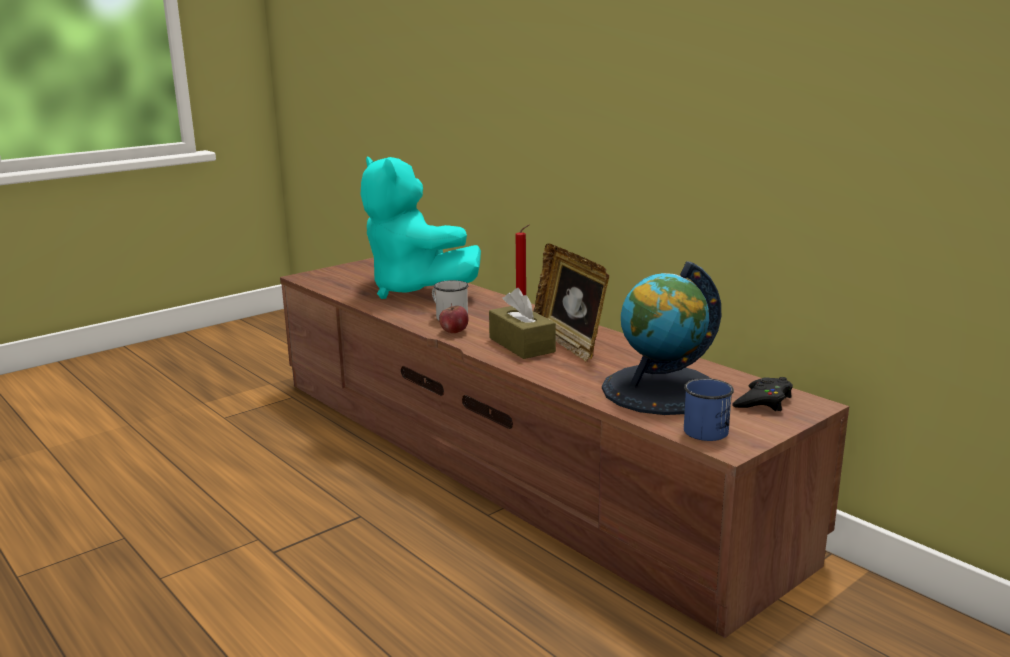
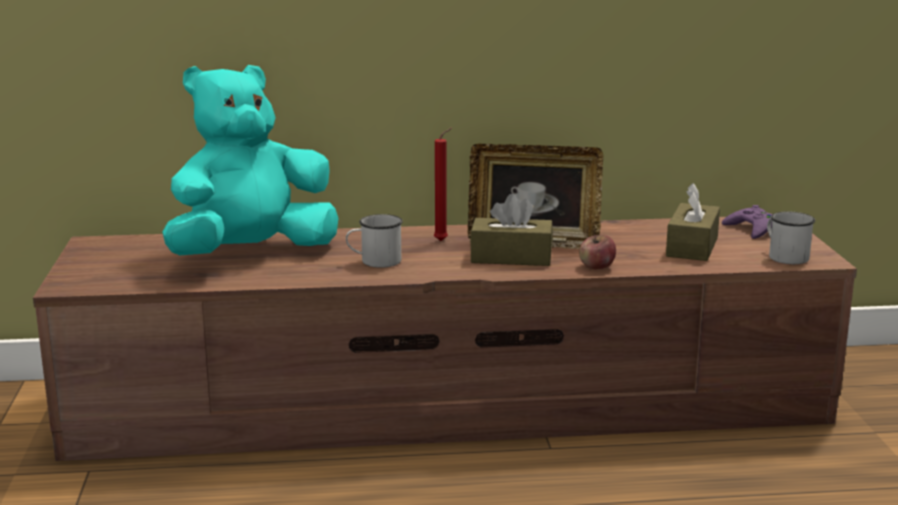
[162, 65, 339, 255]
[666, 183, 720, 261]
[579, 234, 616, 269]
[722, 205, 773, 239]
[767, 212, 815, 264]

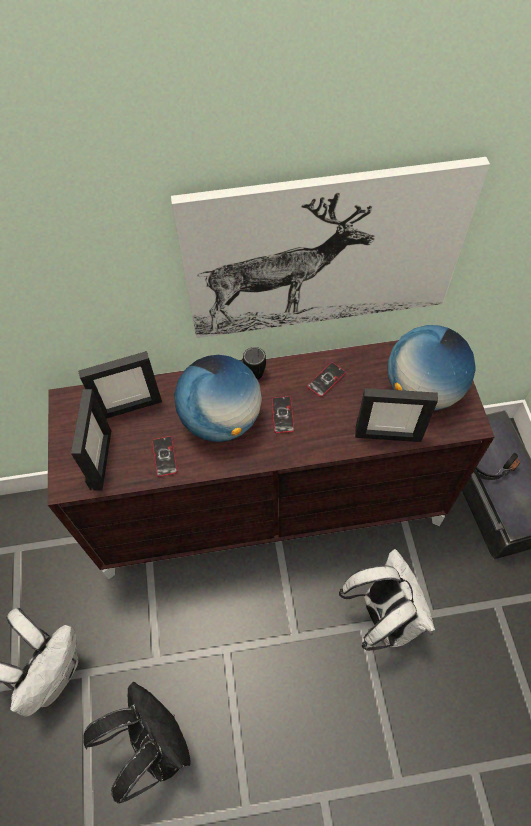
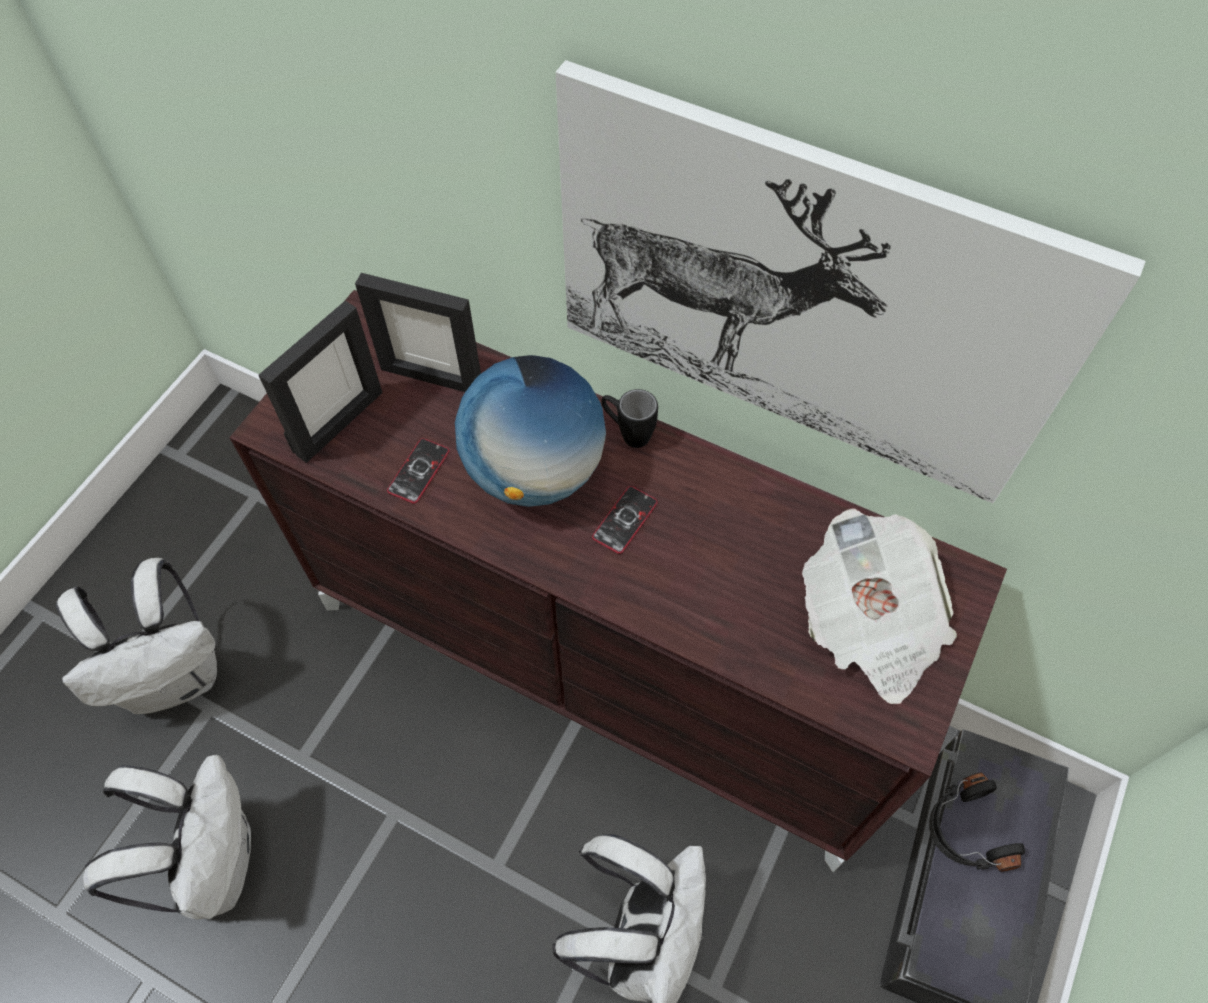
[802, 508, 957, 704]
[307, 362, 346, 397] (first image)
[355, 388, 438, 442] (first image)
[83, 754, 251, 920]

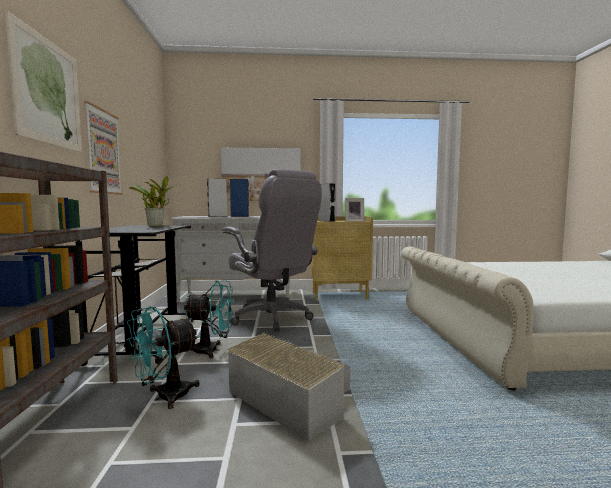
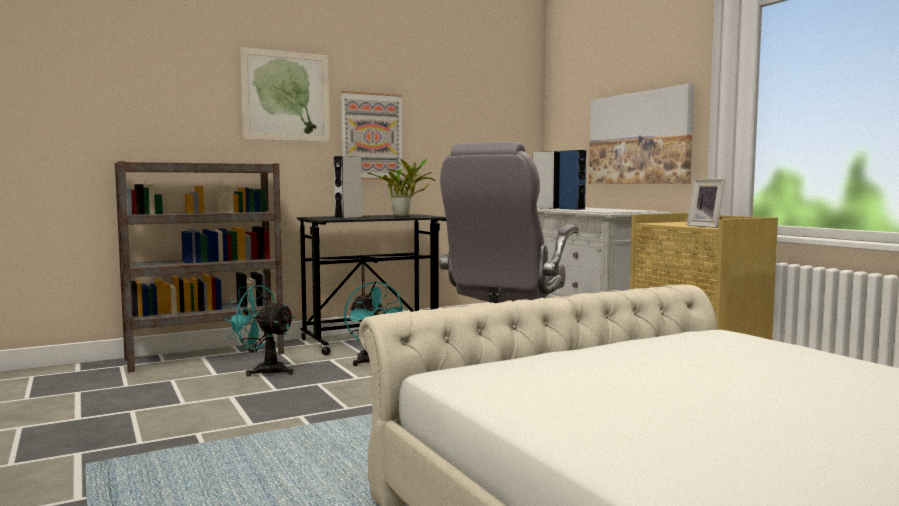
[334, 156, 362, 219]
[227, 332, 350, 441] (first image)

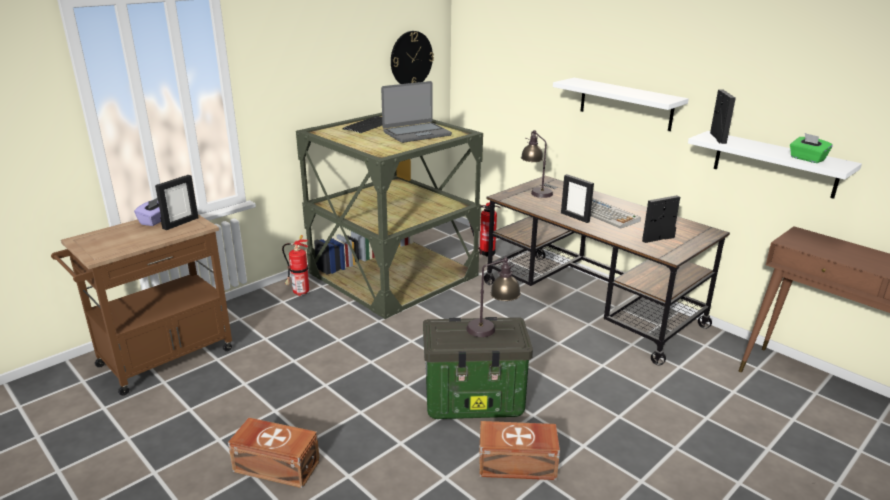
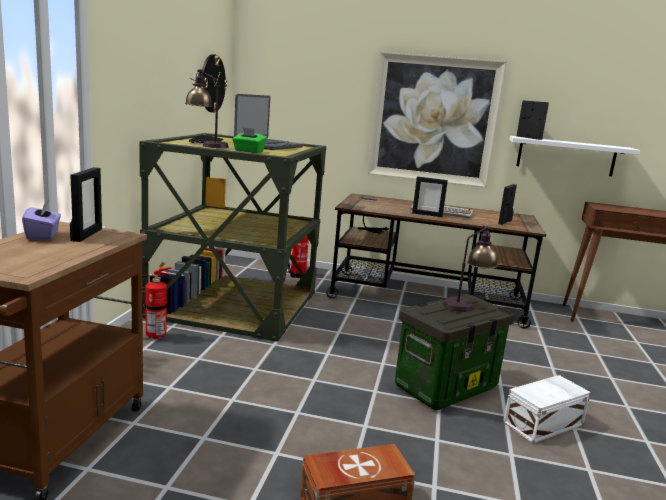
[368, 52, 507, 188]
[185, 69, 229, 148]
[232, 127, 267, 153]
[503, 375, 591, 444]

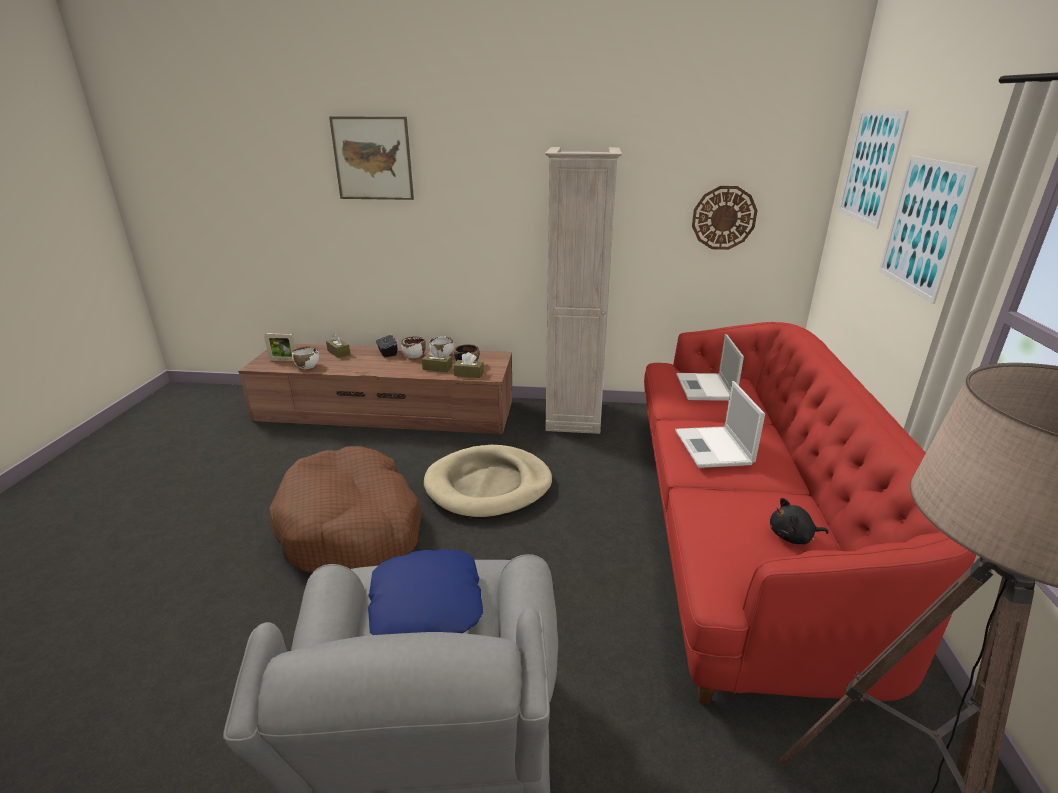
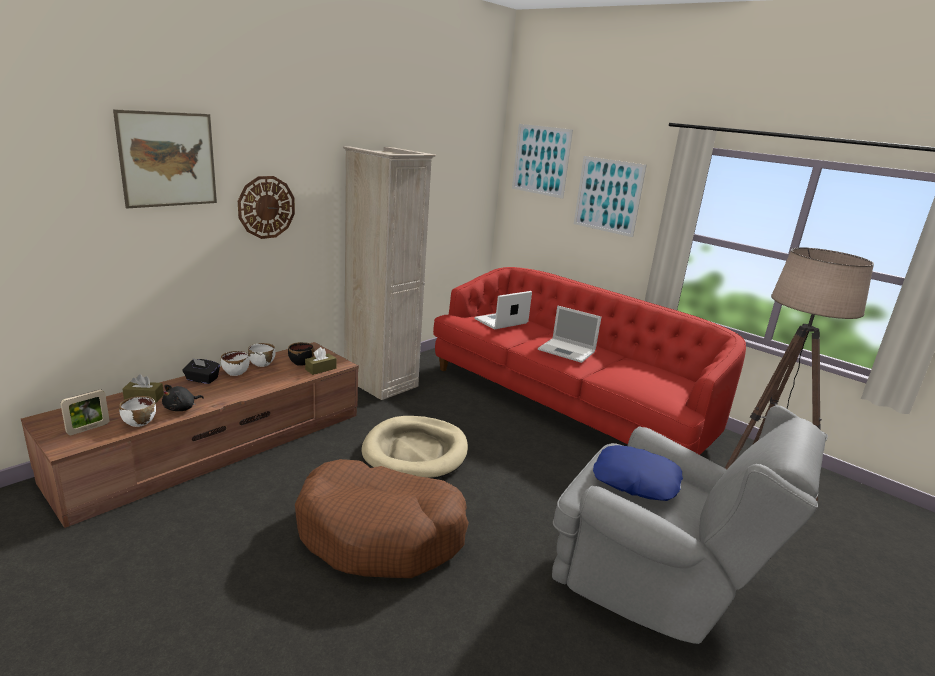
[238, 176, 295, 239]
[474, 291, 532, 330]
[422, 348, 452, 372] (first image)
[162, 385, 204, 411]

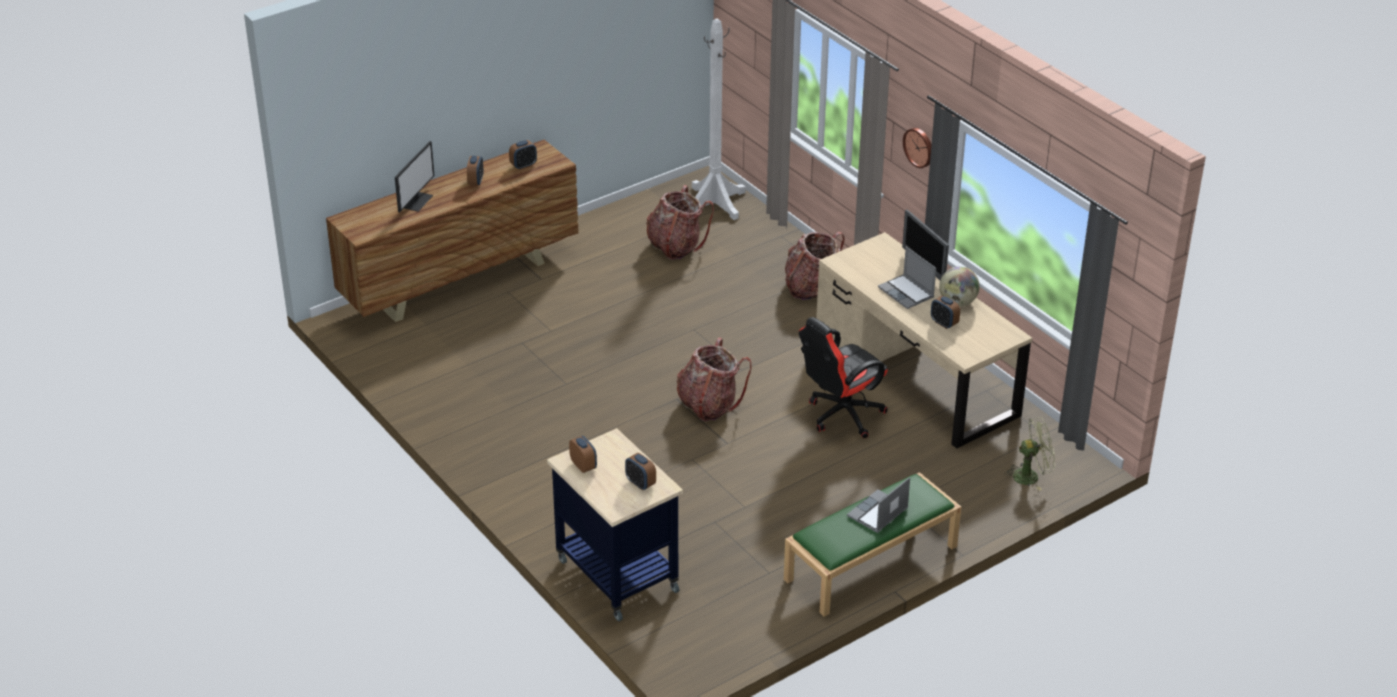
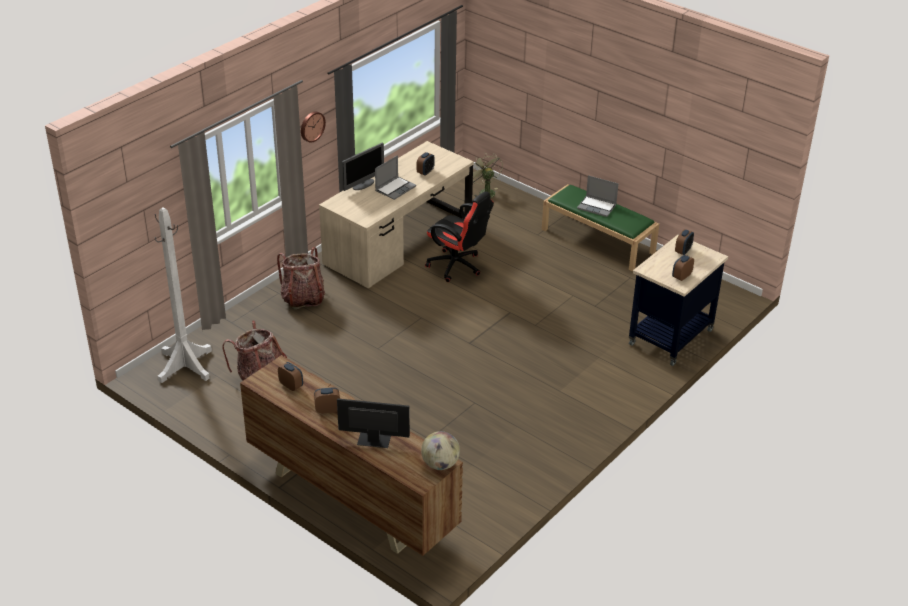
[421, 431, 460, 470]
[677, 338, 752, 422] (first image)

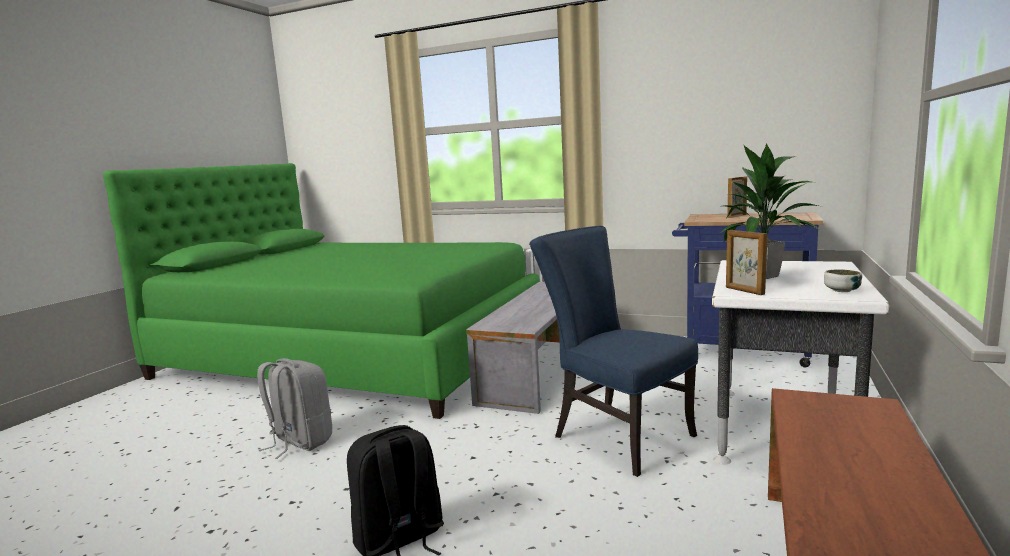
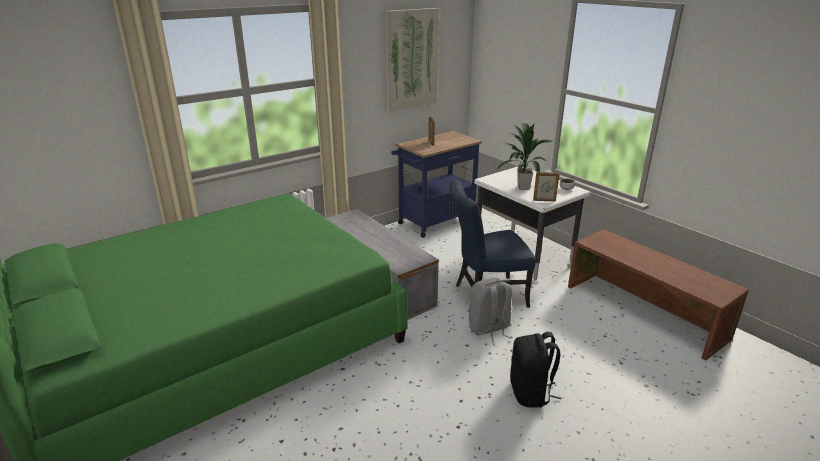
[469, 278, 512, 344]
[385, 8, 439, 112]

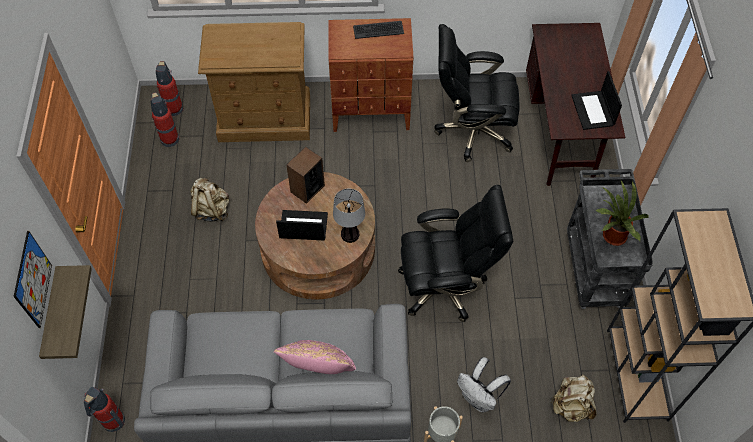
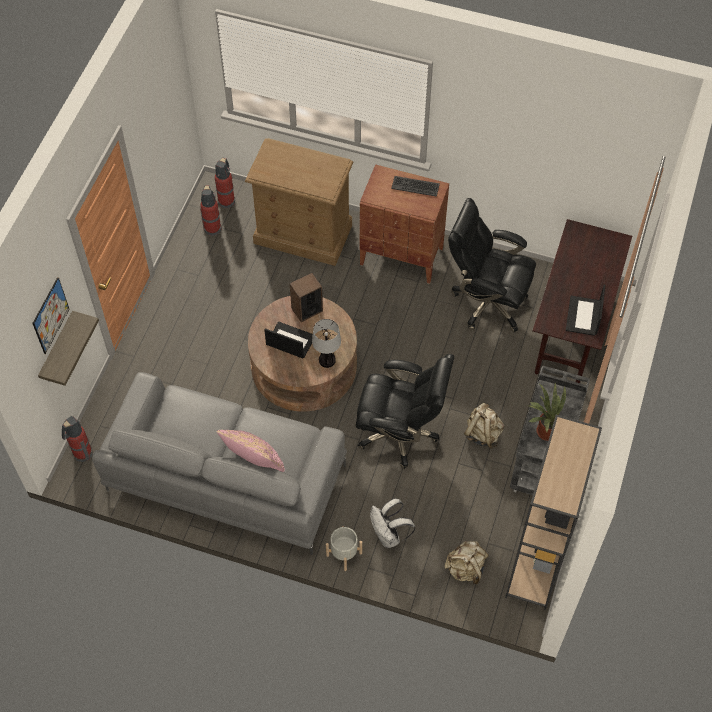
[464, 403, 504, 449]

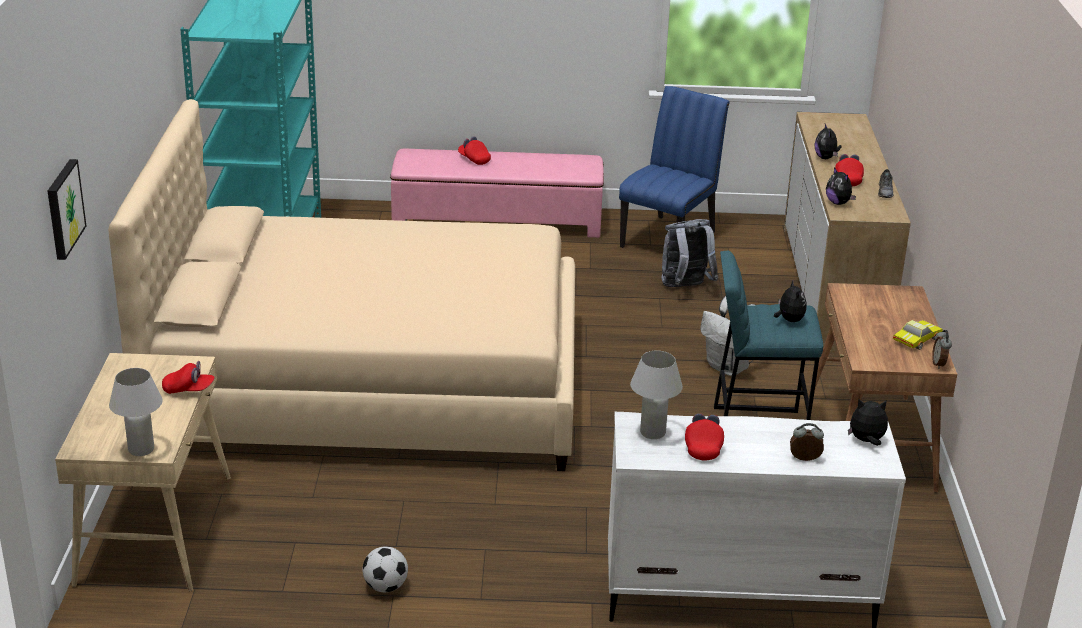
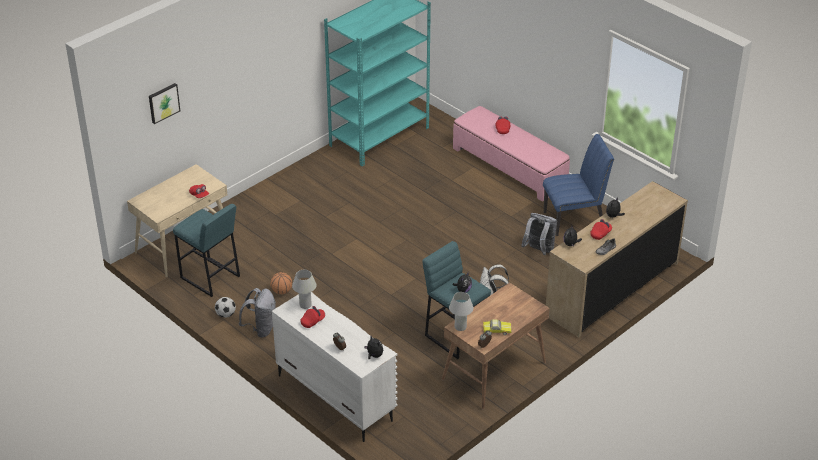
[108, 99, 575, 471] (first image)
[449, 292, 473, 331]
[173, 204, 240, 297]
[270, 272, 292, 294]
[239, 288, 276, 338]

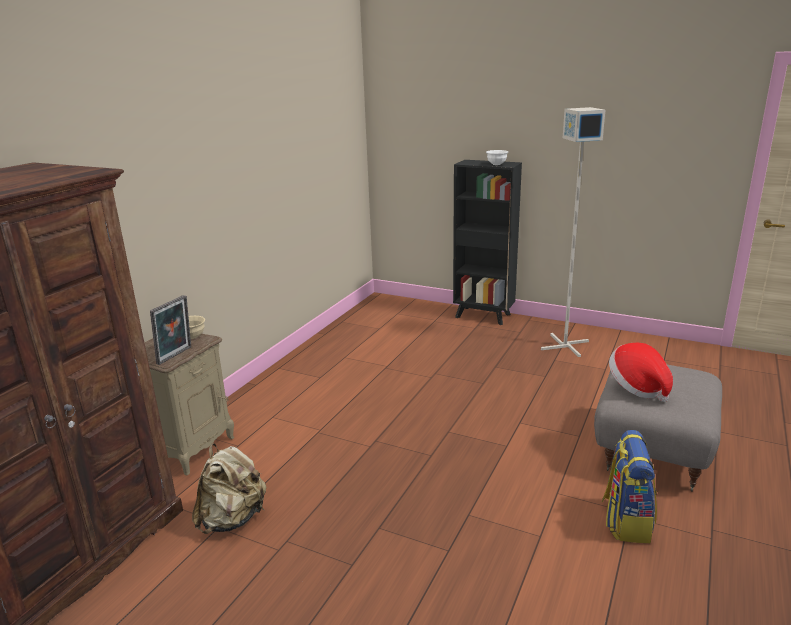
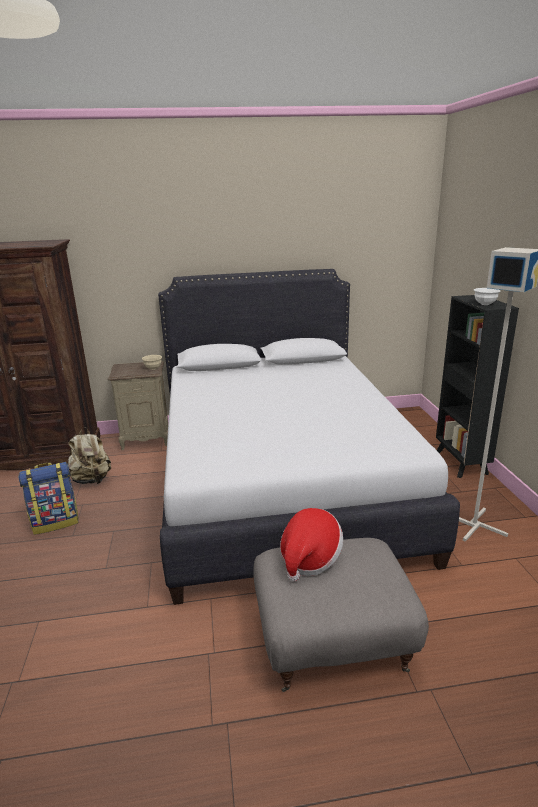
[150, 295, 191, 365] (first image)
[18, 462, 79, 535]
[158, 269, 460, 605]

